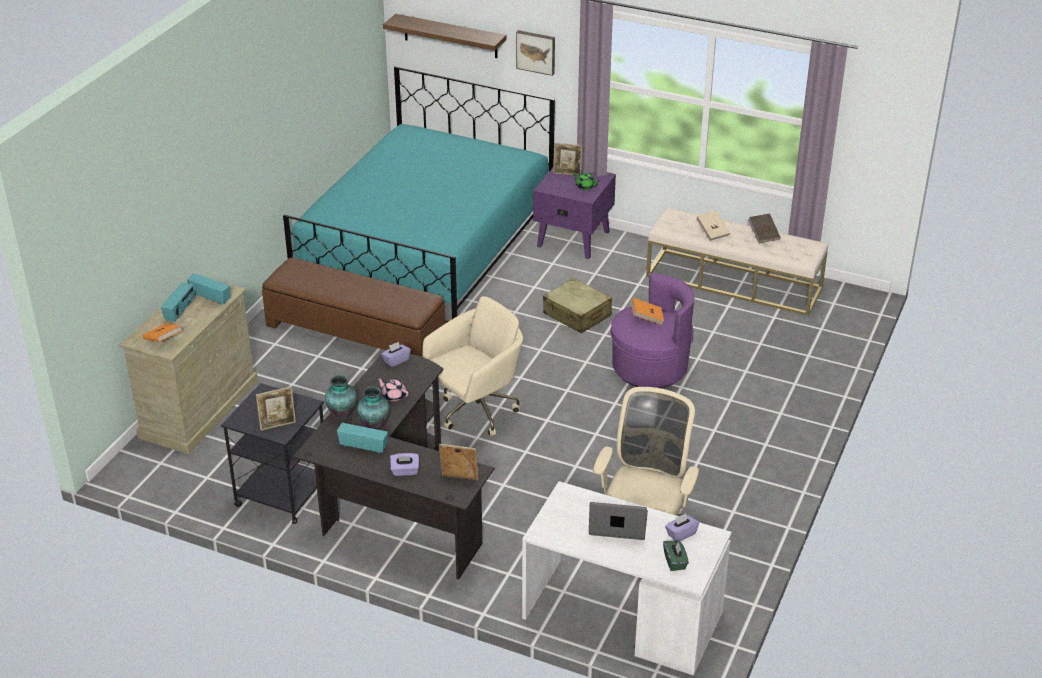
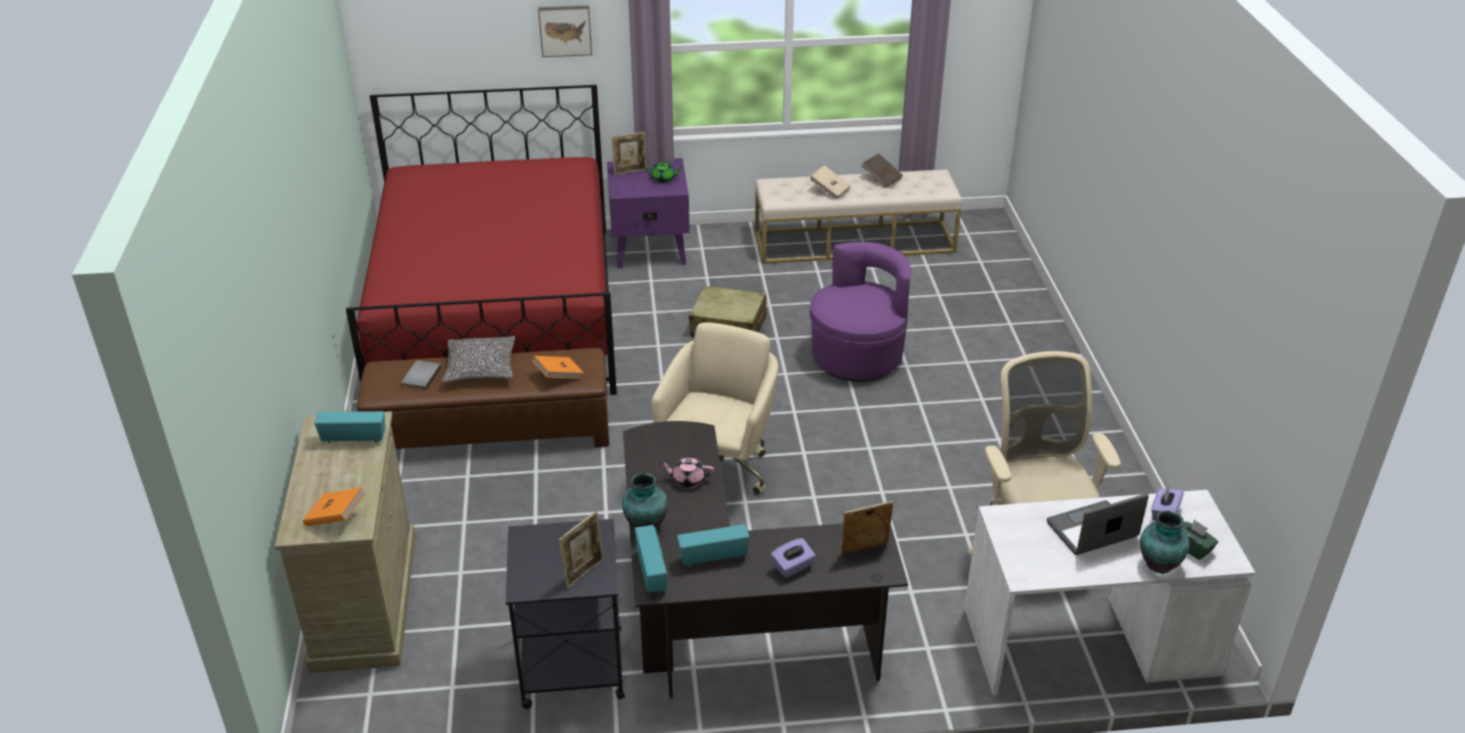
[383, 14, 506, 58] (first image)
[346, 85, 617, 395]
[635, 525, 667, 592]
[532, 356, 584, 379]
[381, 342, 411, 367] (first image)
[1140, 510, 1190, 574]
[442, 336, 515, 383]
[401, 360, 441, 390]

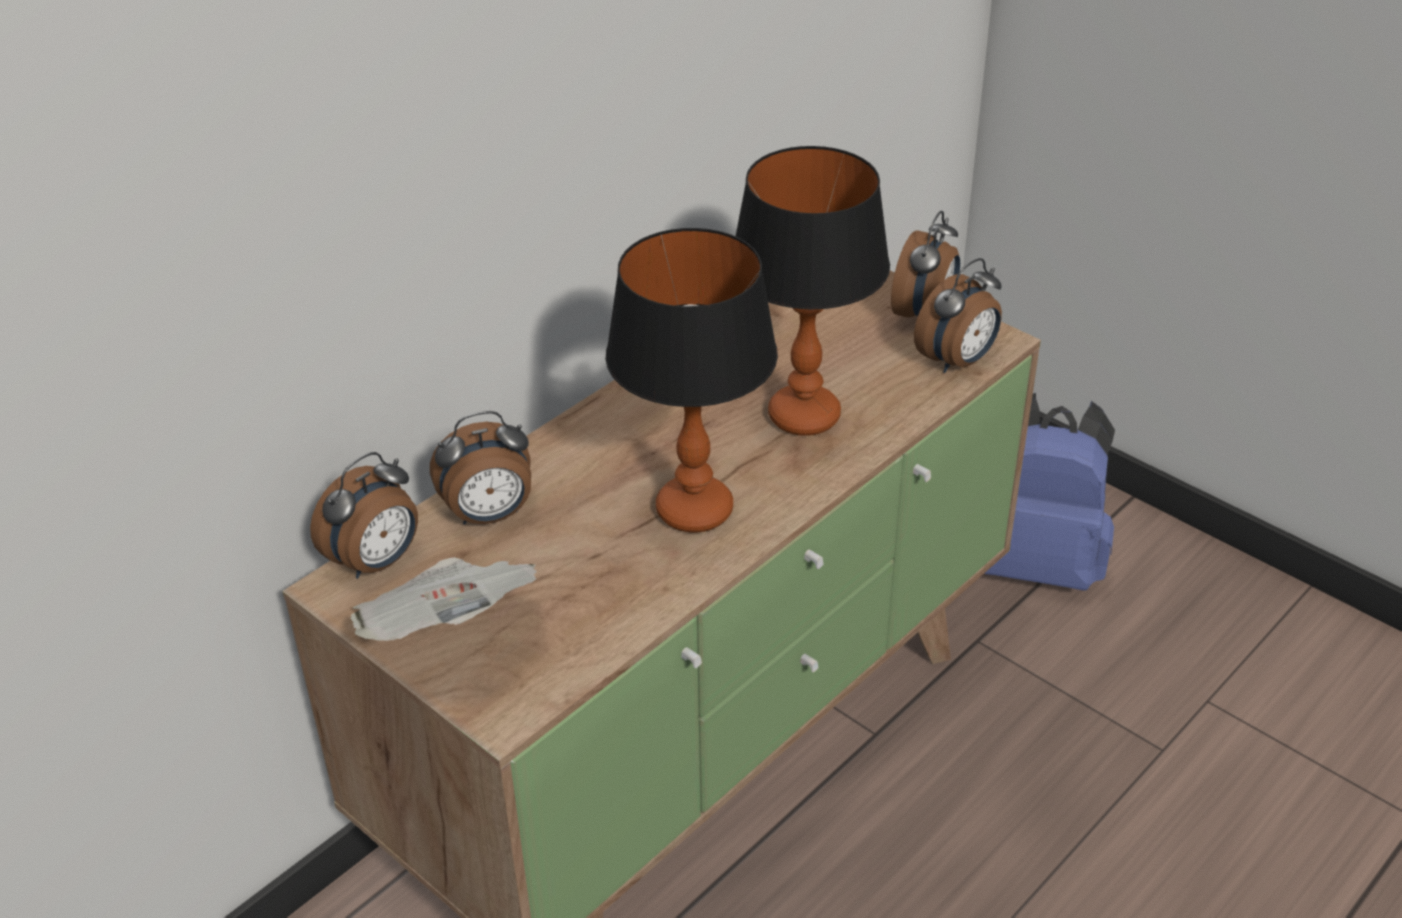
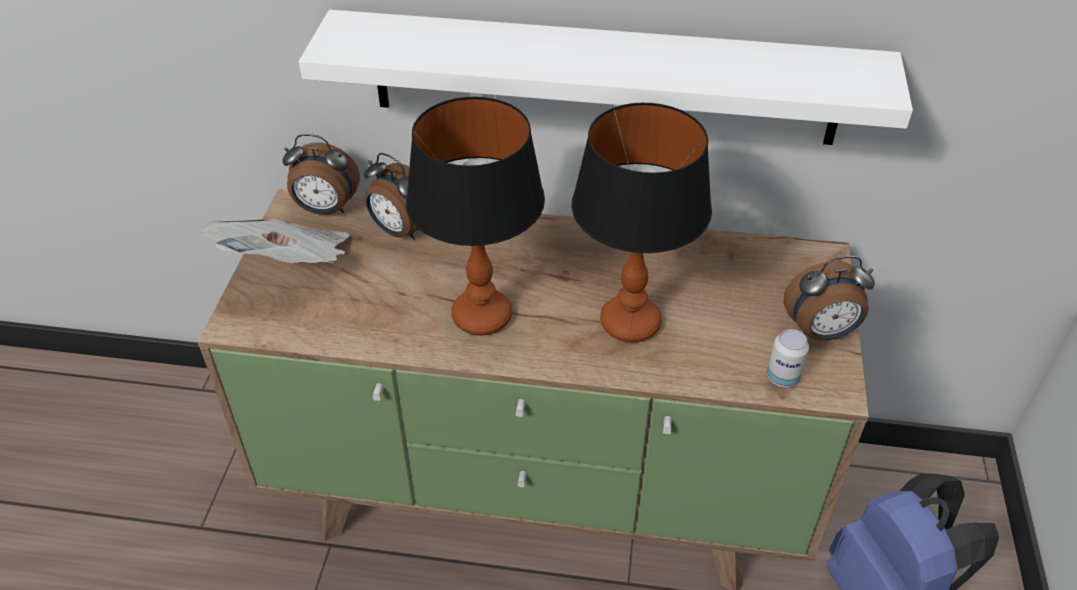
[767, 329, 809, 388]
[299, 10, 913, 145]

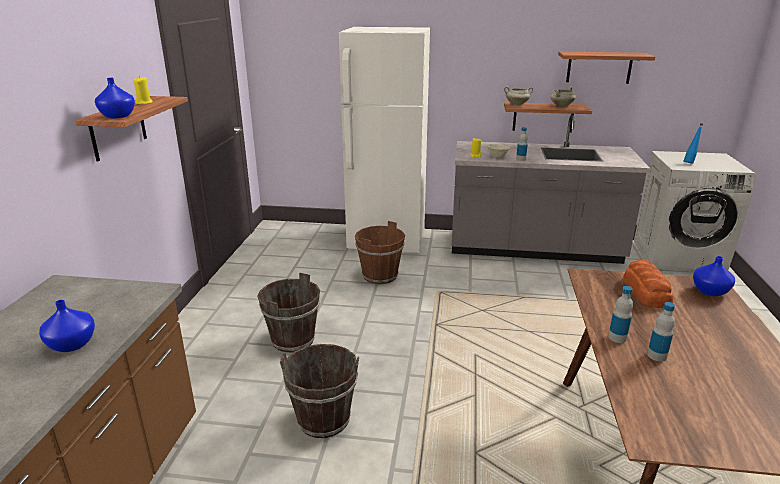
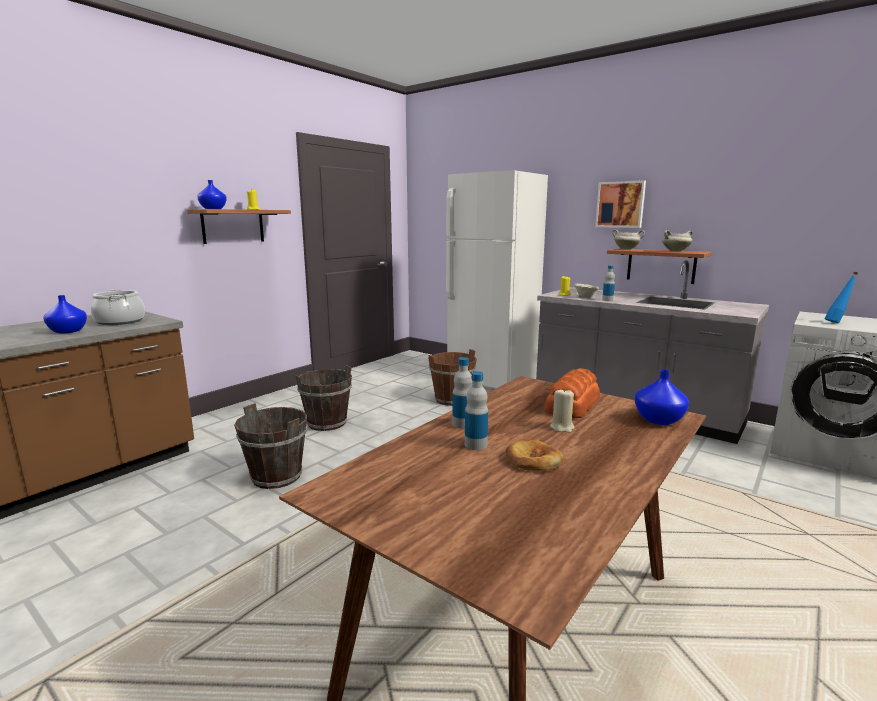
[558, 51, 655, 84] (first image)
[595, 180, 646, 228]
[90, 289, 145, 325]
[550, 388, 574, 433]
[505, 440, 564, 471]

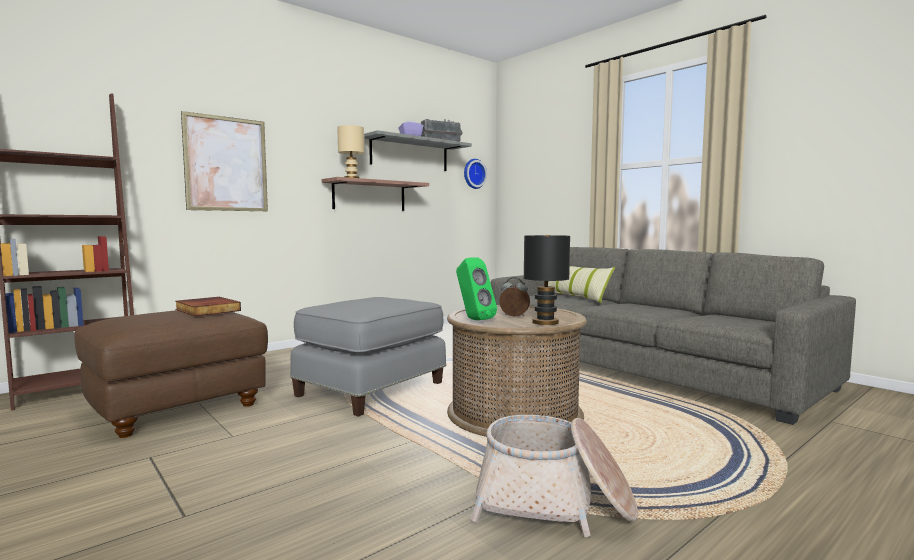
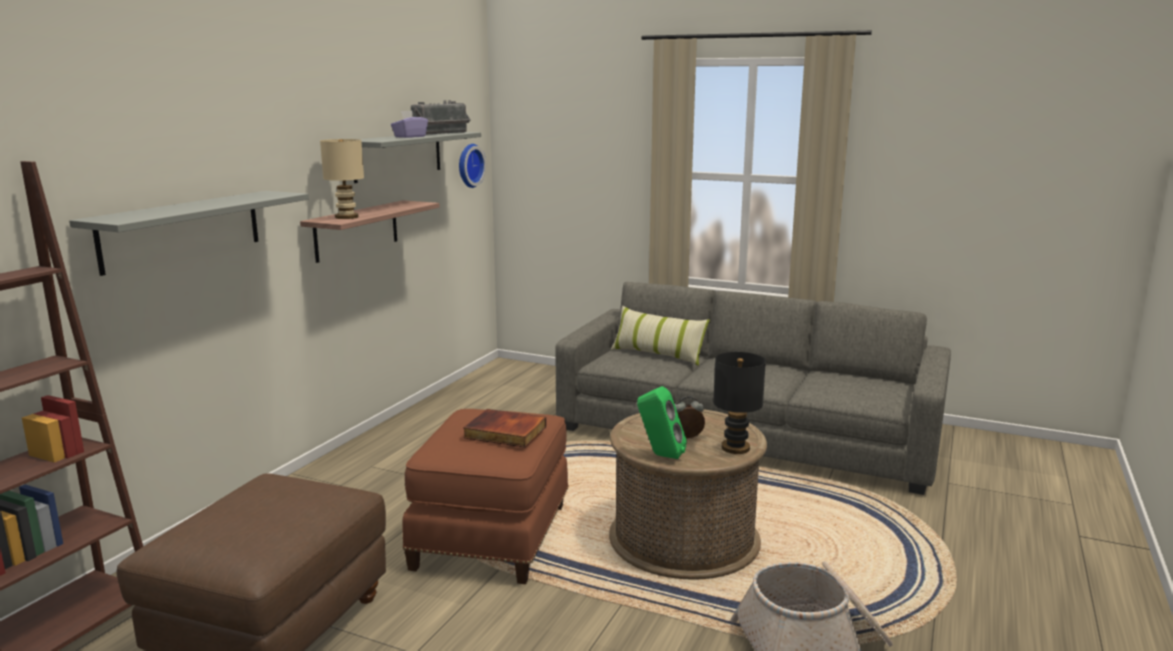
[69, 191, 309, 276]
[463, 409, 546, 448]
[402, 409, 569, 584]

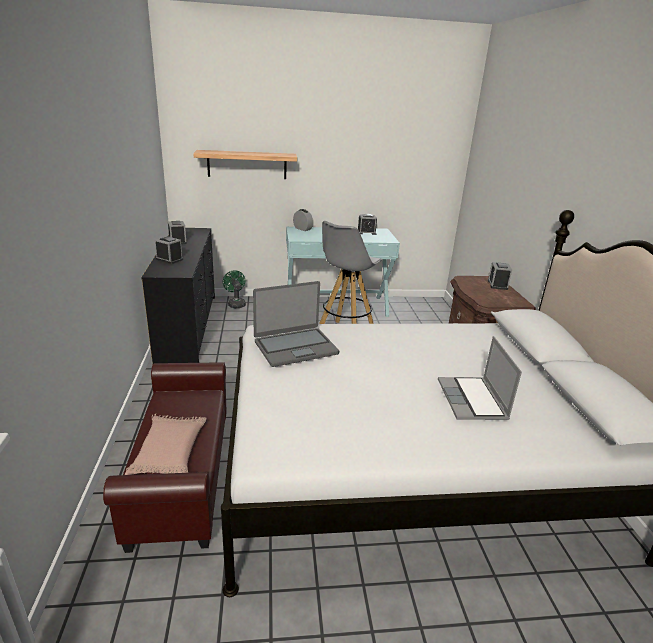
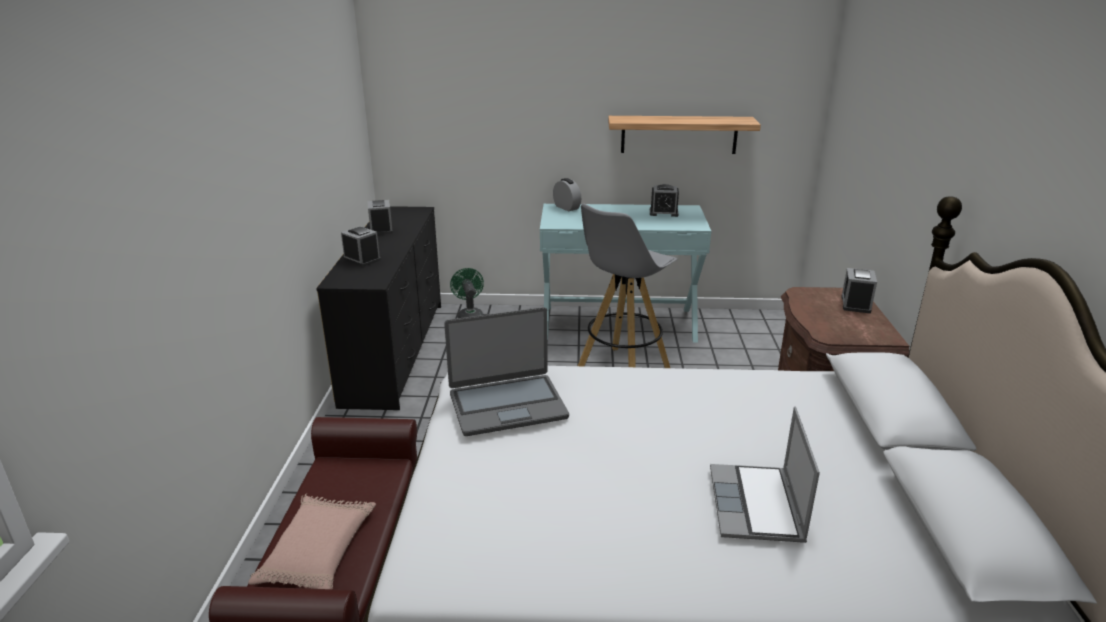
[608, 116, 761, 154]

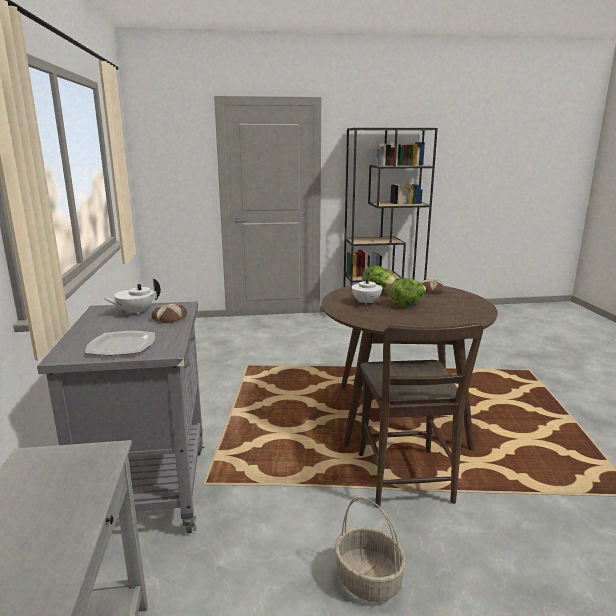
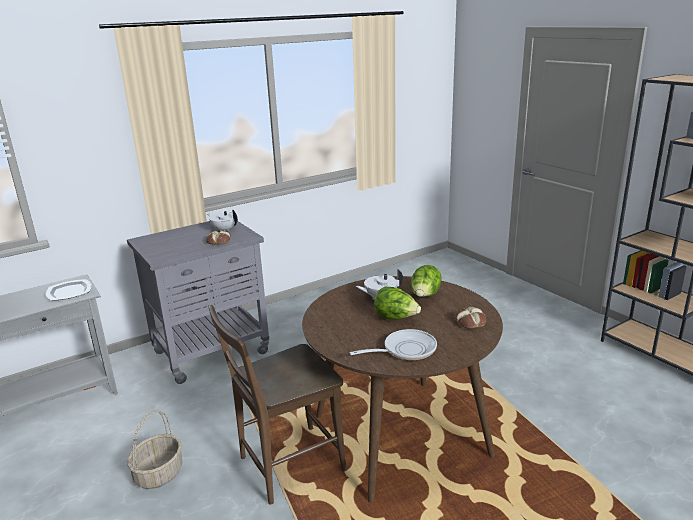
[45, 279, 92, 301]
[350, 329, 437, 360]

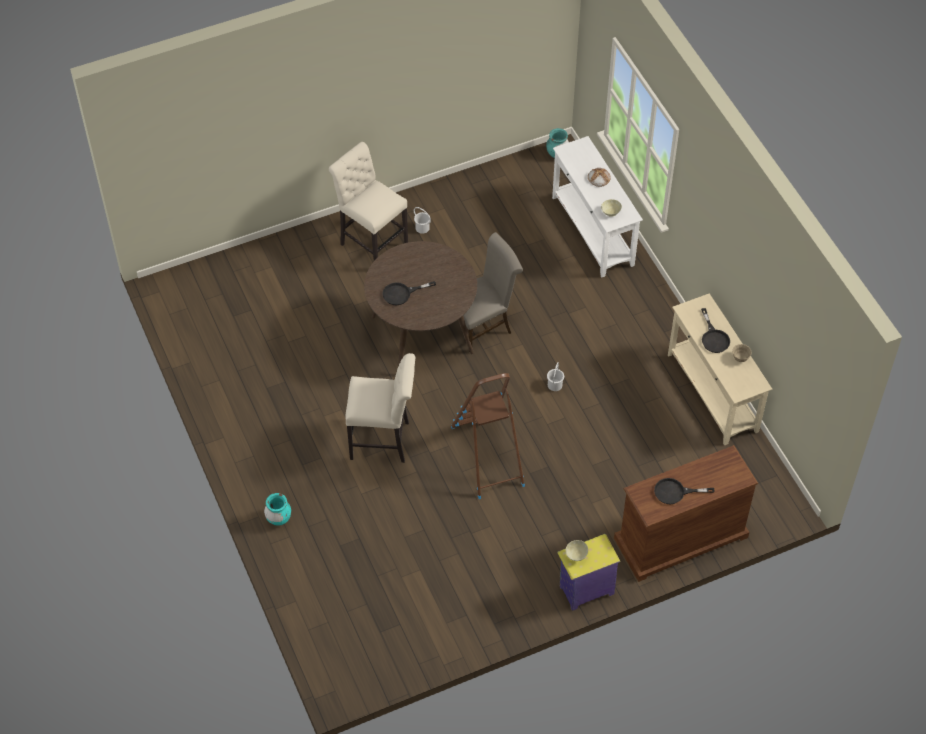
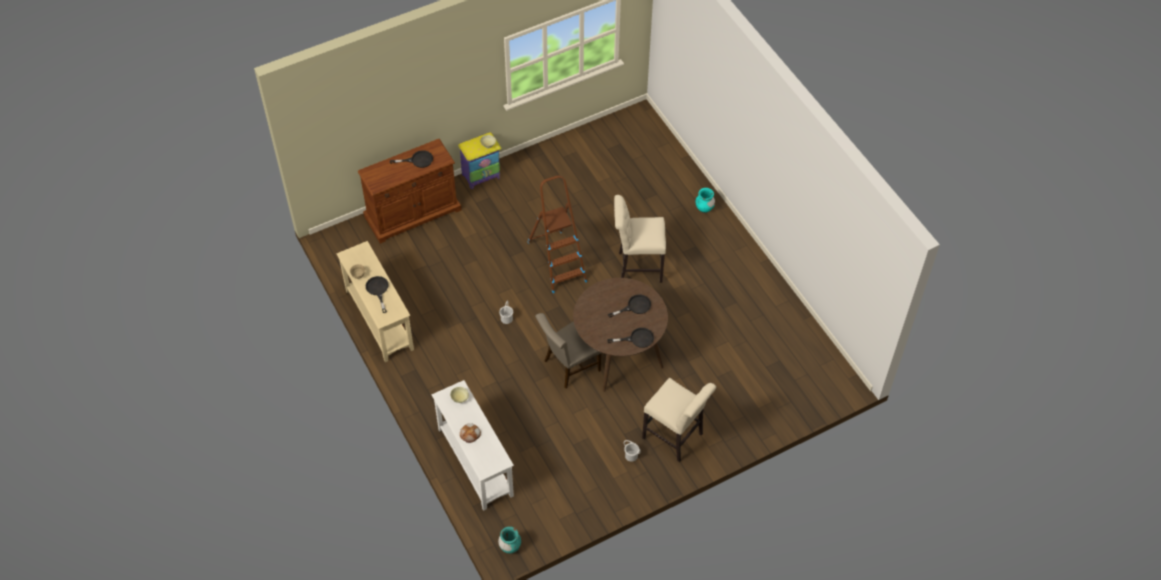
[607, 328, 654, 348]

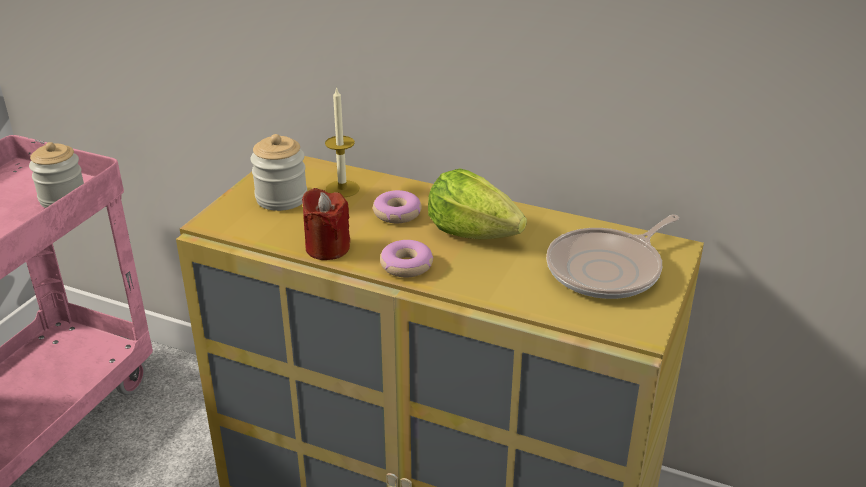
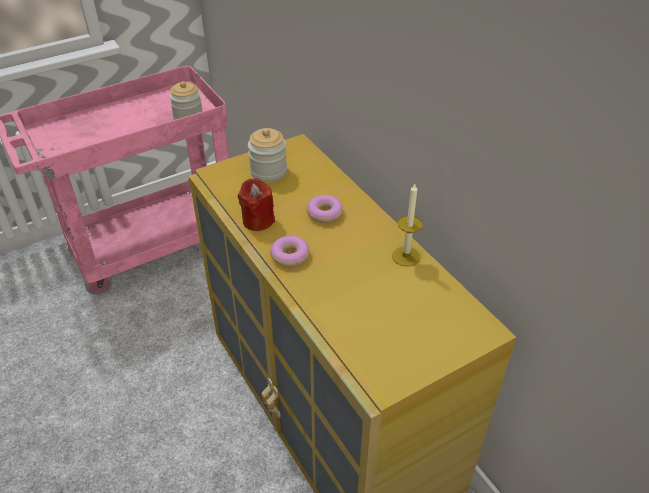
[392, 184, 423, 267]
[428, 168, 527, 239] (first image)
[546, 214, 679, 299] (first image)

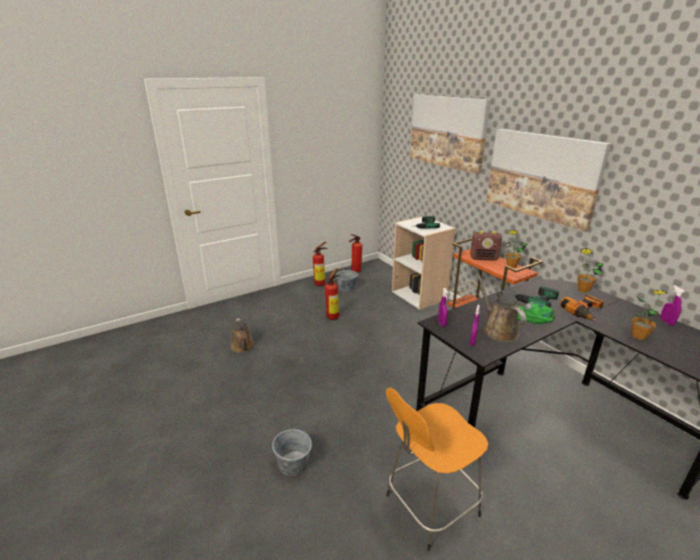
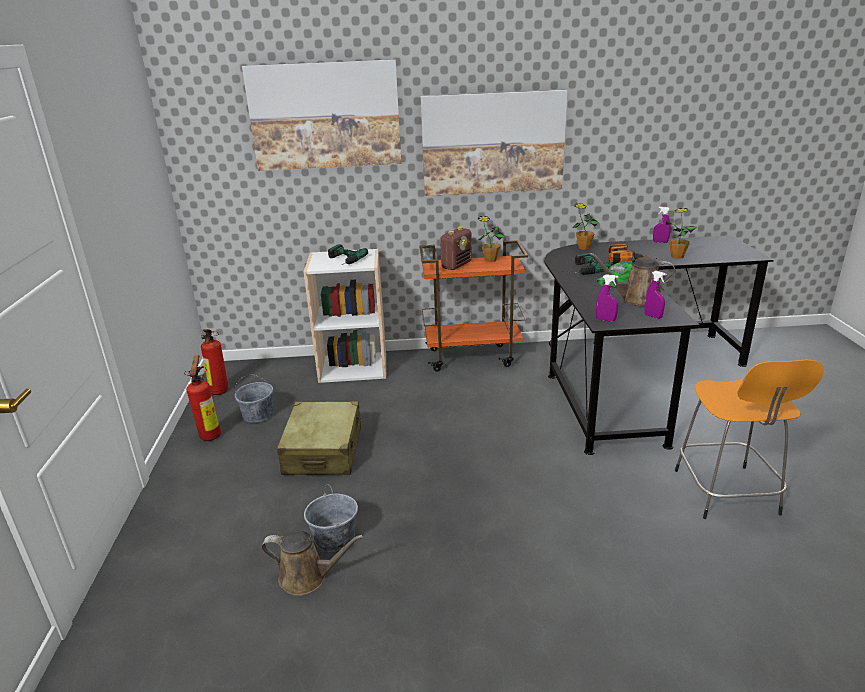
[277, 401, 361, 475]
[304, 484, 358, 552]

